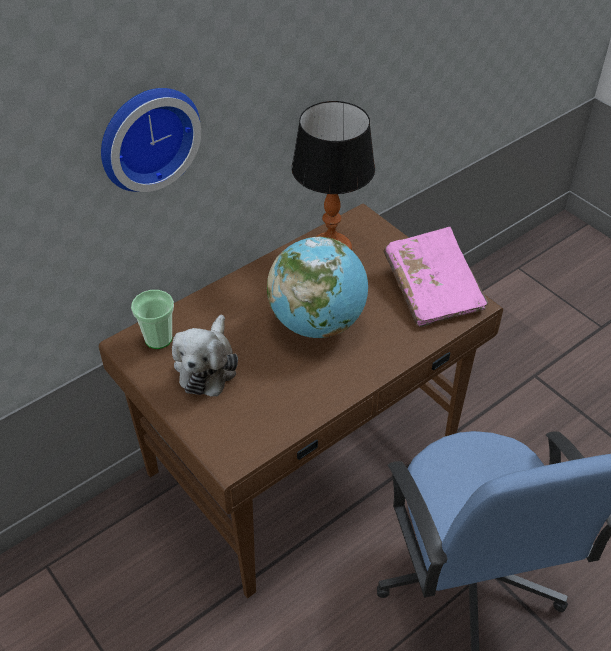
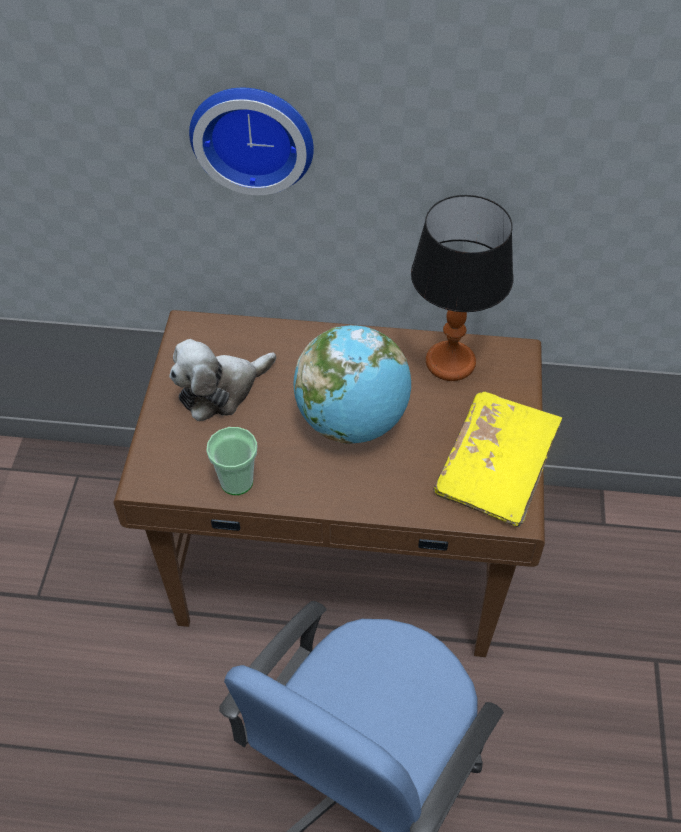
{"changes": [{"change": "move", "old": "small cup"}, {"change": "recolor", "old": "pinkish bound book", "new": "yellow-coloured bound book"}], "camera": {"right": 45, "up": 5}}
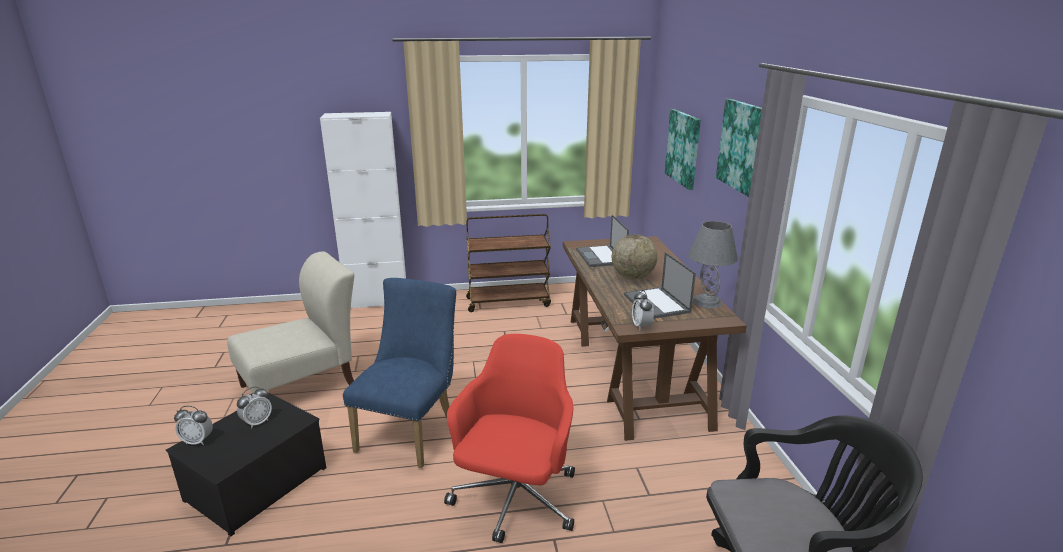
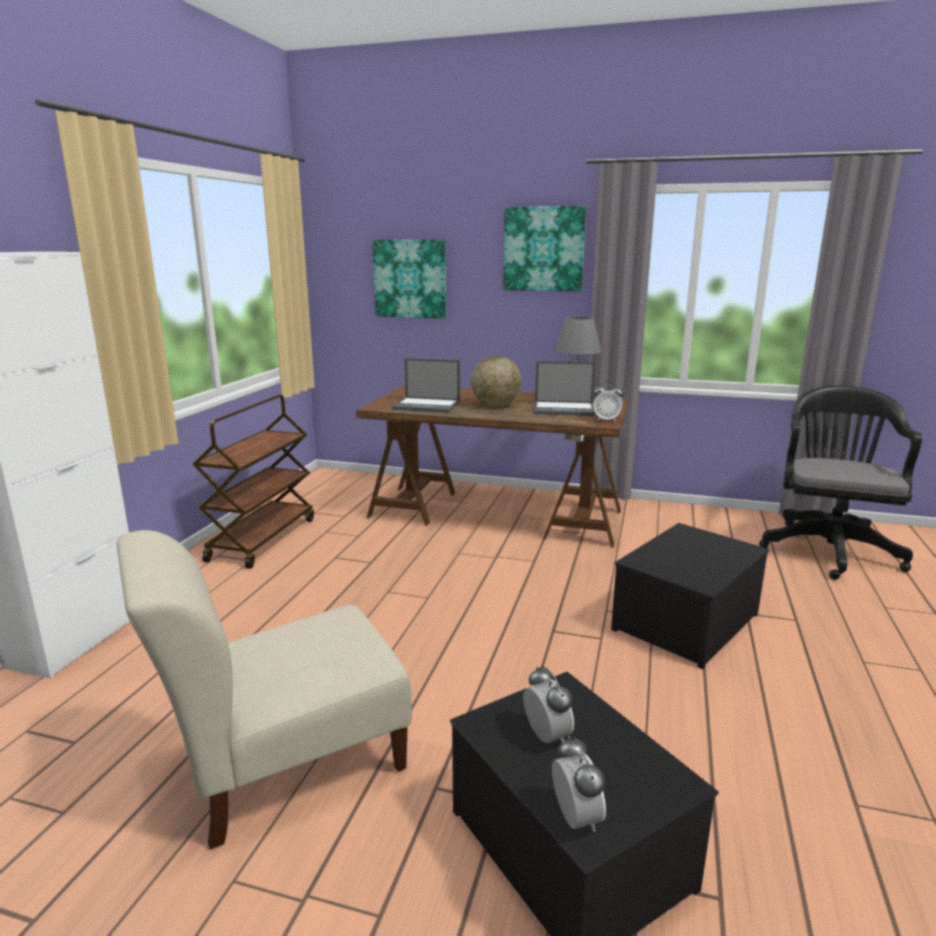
{"changes": [{"change": "rotate", "old": "bedside clock (1st from left in the first image)", "degrees": -45}, {"change": "rotate", "old": "beige-coloured chair", "degrees": -105}, {"change": "delete", "old": "blue chair"}, {"change": "replace", "old": "red desk chair", "new": "storage container (2nd from left)"}], "camera": {"right": -65, "up": -5}}
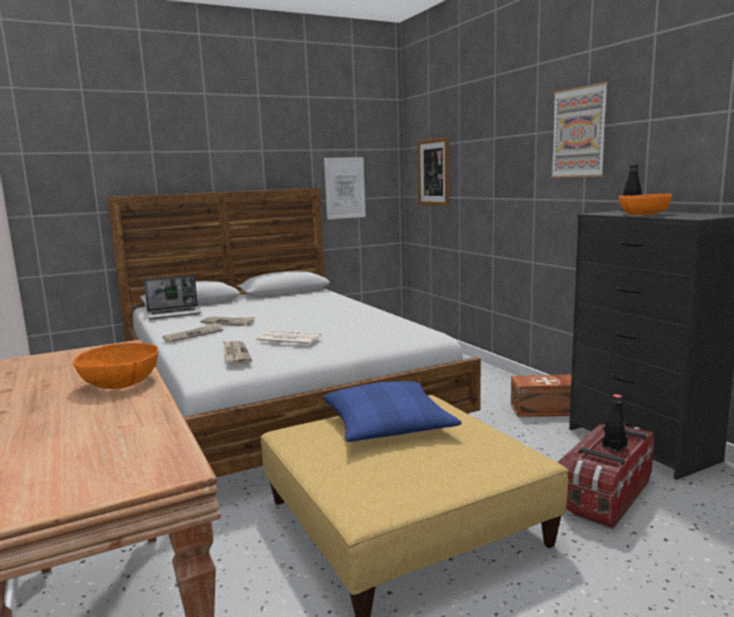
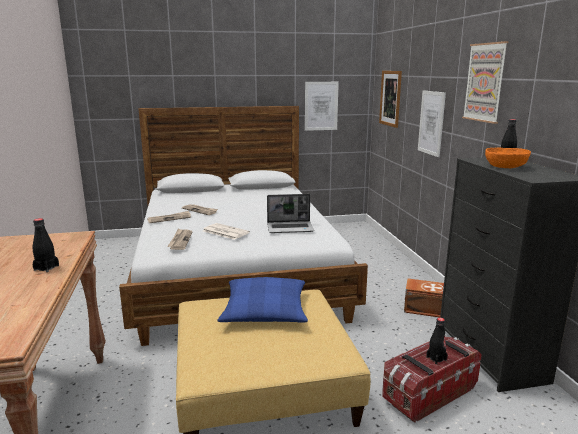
{"changes": [{"change": "replace", "old": "orange-coloured bowl (1st from left)", "new": "blackish bottle (1st from left)"}, {"change": "move", "old": "notebook computer"}, {"change": "insert", "new": "picture (3rd from left)"}], "camera": {"right": 15, "up": 5}}
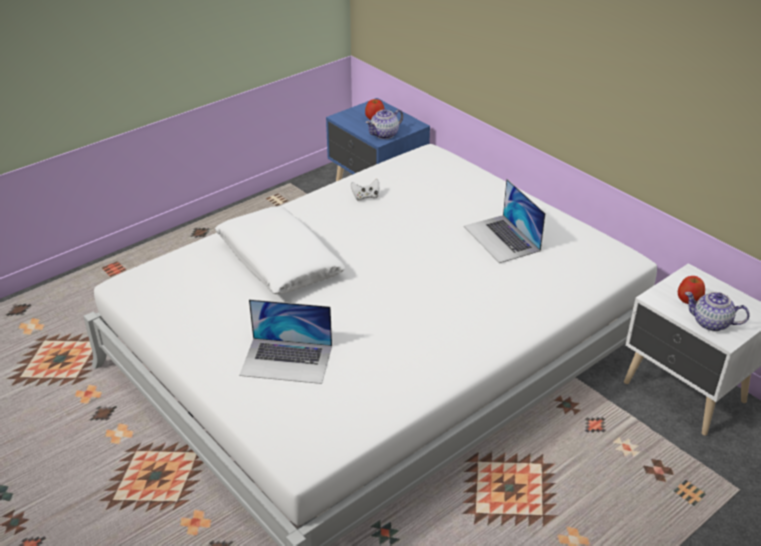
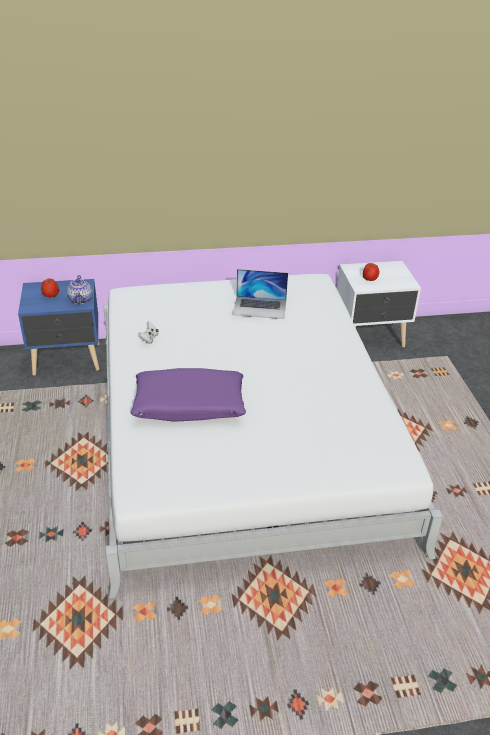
{"changes": [{"change": "recolor", "old": "whitish throw pillow", "new": "purple-coloured throw pillow"}, {"change": "delete", "old": "notebook computer (1st from left)"}, {"change": "delete", "old": "tea pot (2nd from left)"}], "camera": {"right": -60, "up": 0}}
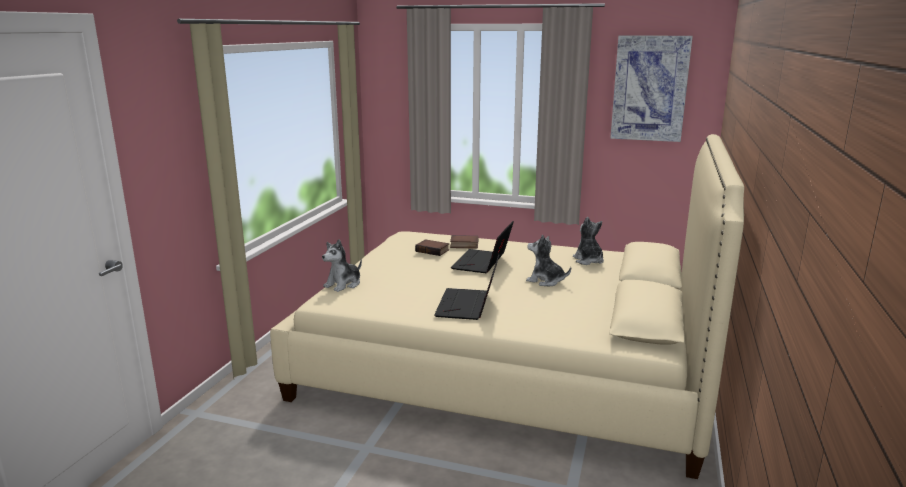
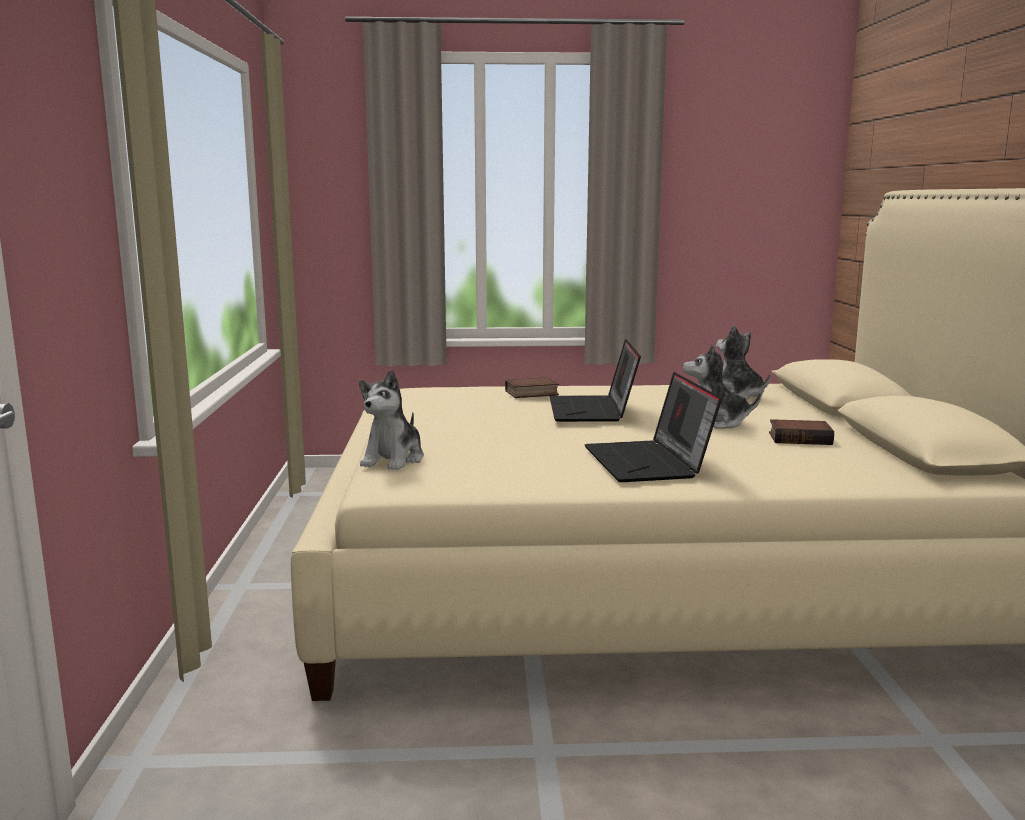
{"changes": [{"change": "move", "old": "bound book (1st from left in the first image)", "new": "bound book (2nd from left)"}, {"change": "delete", "old": "picture"}], "camera": {"right": -20, "up": -5}}
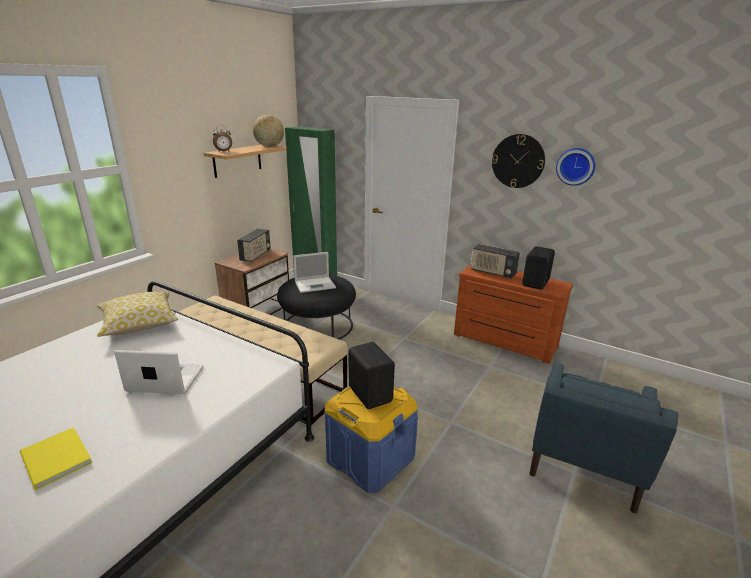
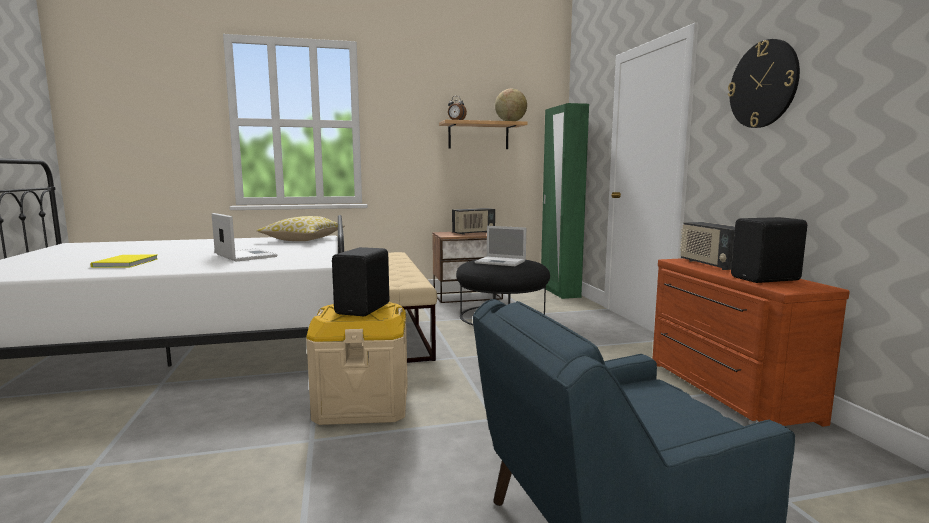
{"changes": [{"change": "recolor", "old": "blue storage container", "new": "beige-coloured storage container"}, {"change": "delete", "old": "hanging clock (2nd from left)"}], "camera": {"right": 45, "up": -15}}
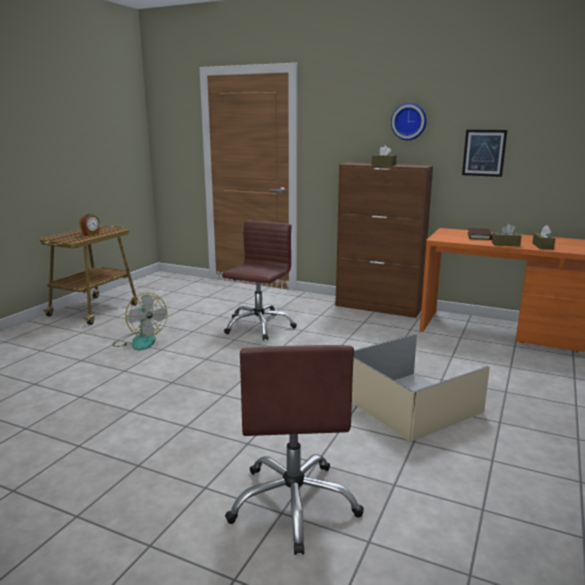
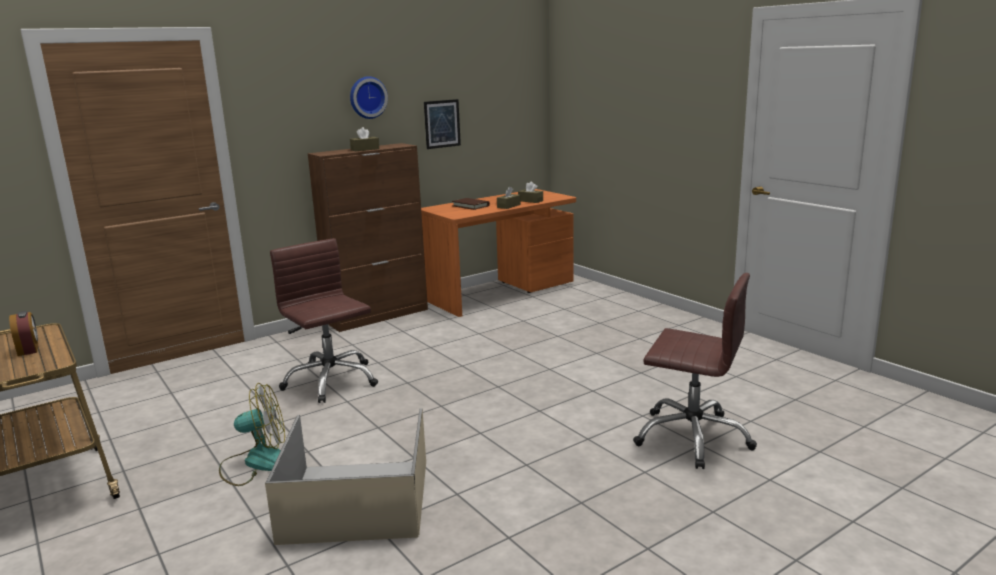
{"changes": [{"change": "move", "old": "beige-coloured storage container"}], "camera": {"right": -60, "up": 0}}
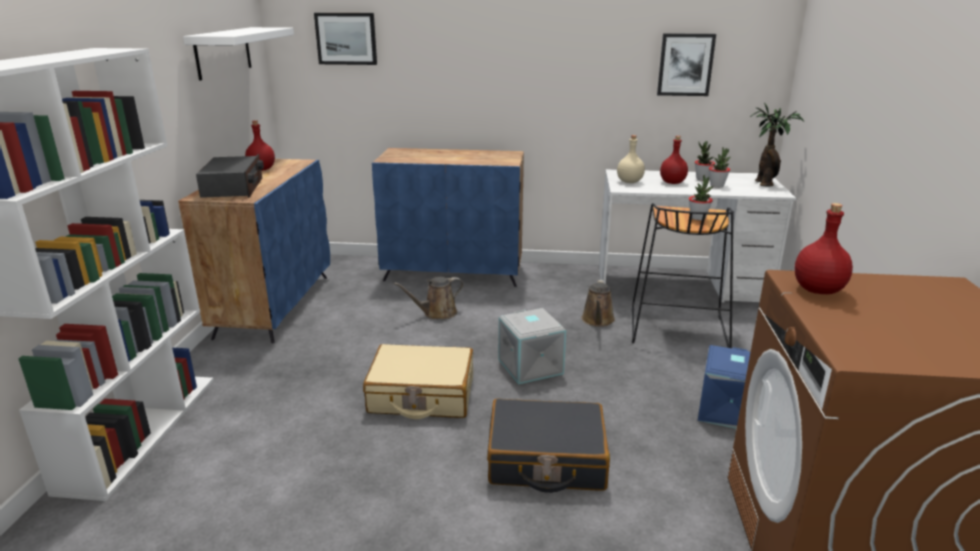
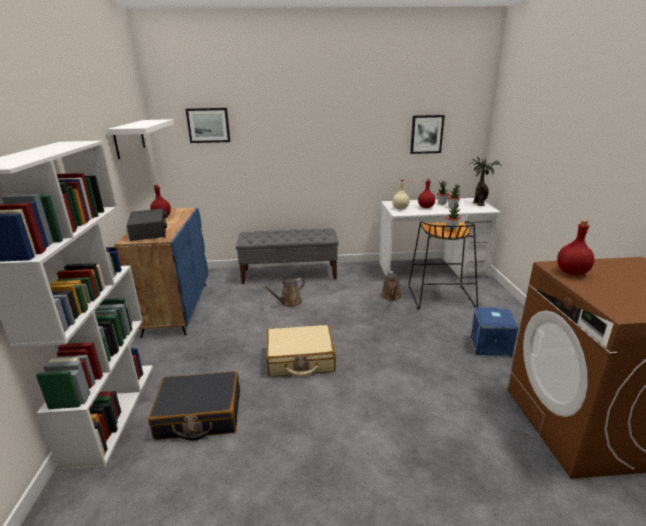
{"changes": [{"change": "replace", "old": "blue cupboard (2nd from left)", "new": "gray long seat"}, {"change": "move", "old": "blackish piece of luggage"}, {"change": "delete", "old": "gray storage container"}], "camera": {"right": -10, "up": 0}}
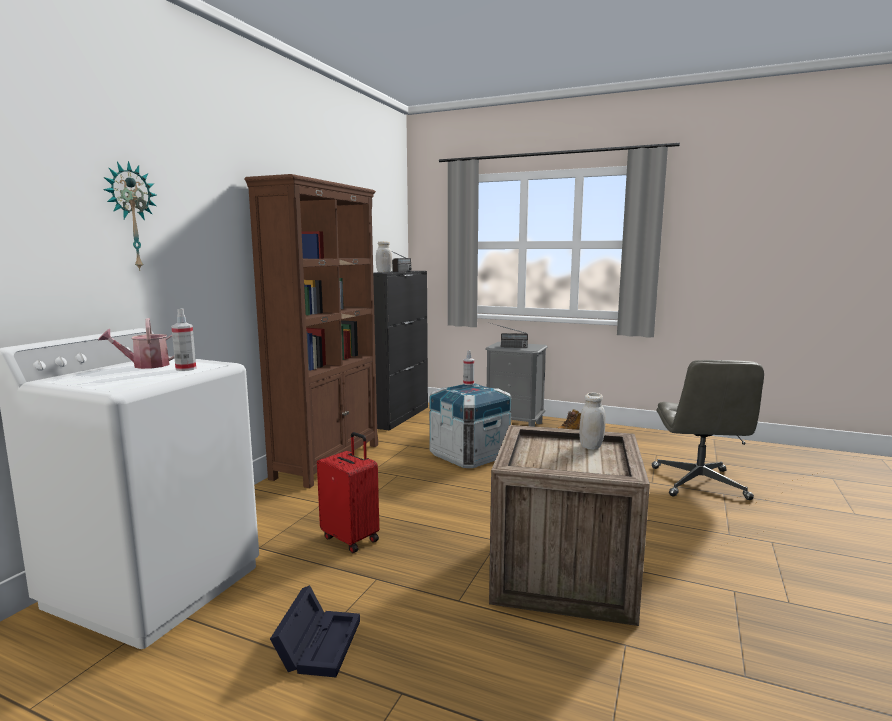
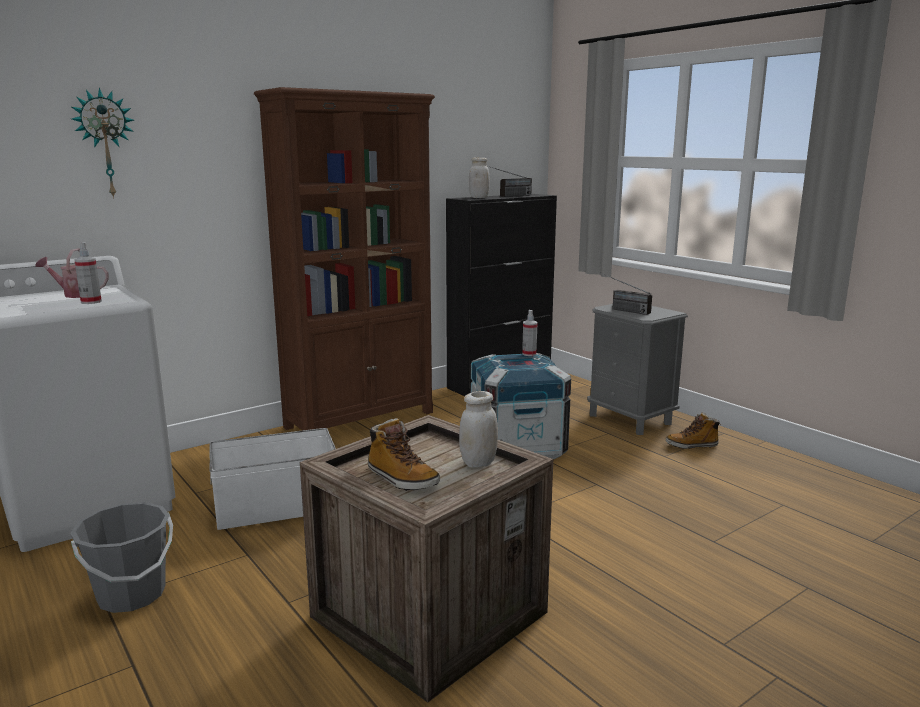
{"changes": [{"change": "replace", "old": "blackish storage container", "new": "gray water bucket"}, {"change": "replace", "old": "red piece of luggage", "new": "whitish storage container"}, {"change": "delete", "old": "gray desk chair"}, {"change": "insert", "new": "boot (1st from left)"}], "camera": {"right": 30, "up": 5}}
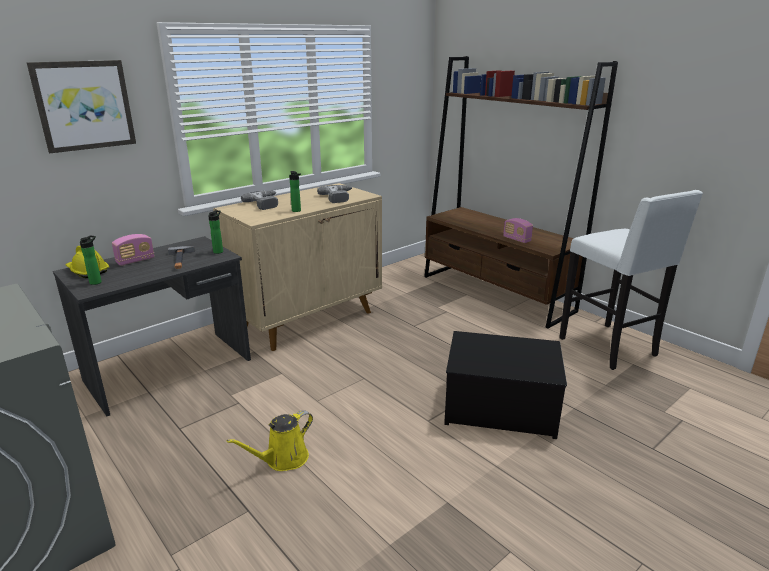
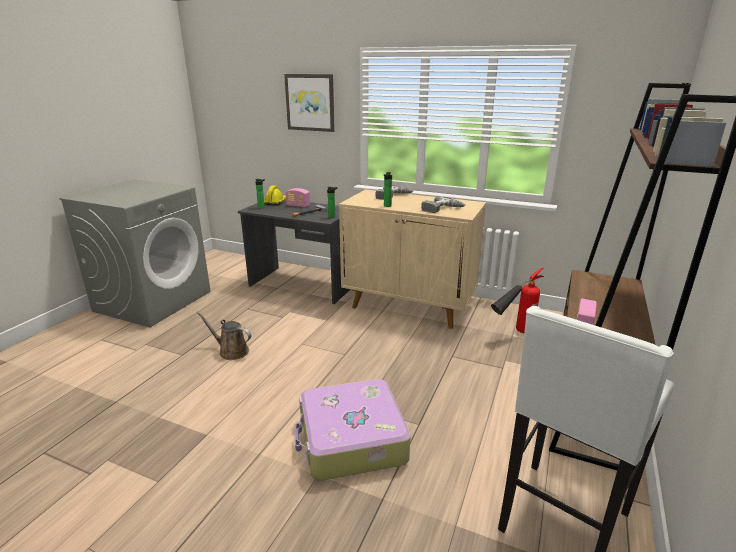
{"changes": [{"change": "recolor", "old": "yellow-coloured watering can", "new": "brownish watering can"}, {"change": "replace", "old": "storage container", "new": "piece of luggage"}, {"change": "insert", "new": "fire-fighting cylinder"}], "camera": {"right": 65, "up": 0}}
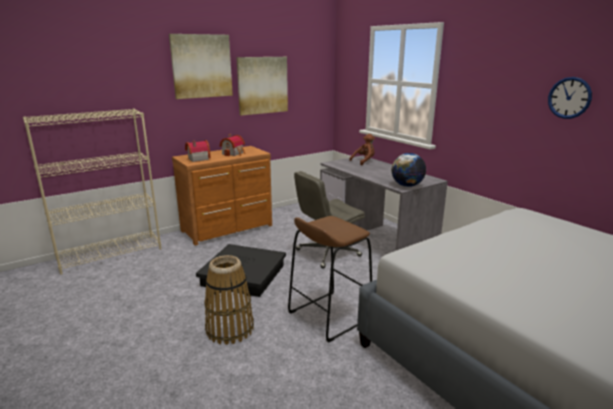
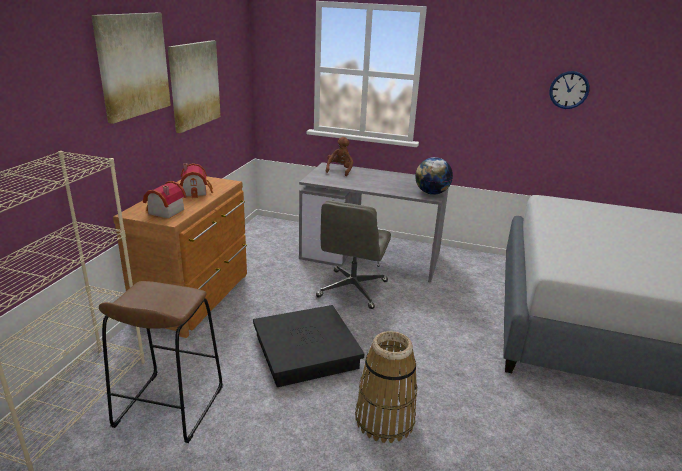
{"changes": [{"change": "move", "old": "brownish sitting stool"}], "camera": {"right": -40, "up": 5}}
